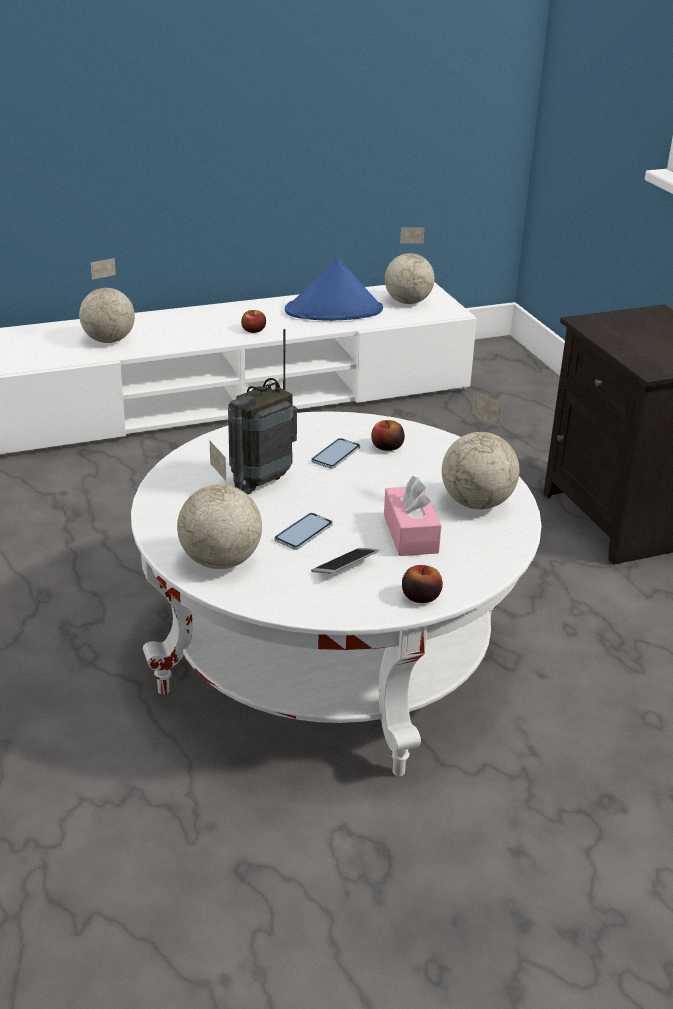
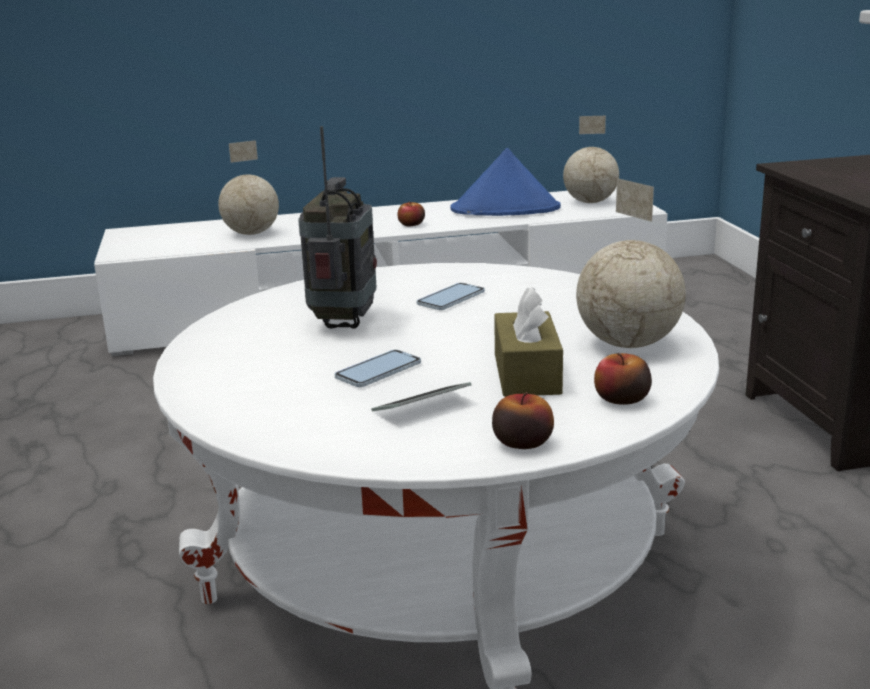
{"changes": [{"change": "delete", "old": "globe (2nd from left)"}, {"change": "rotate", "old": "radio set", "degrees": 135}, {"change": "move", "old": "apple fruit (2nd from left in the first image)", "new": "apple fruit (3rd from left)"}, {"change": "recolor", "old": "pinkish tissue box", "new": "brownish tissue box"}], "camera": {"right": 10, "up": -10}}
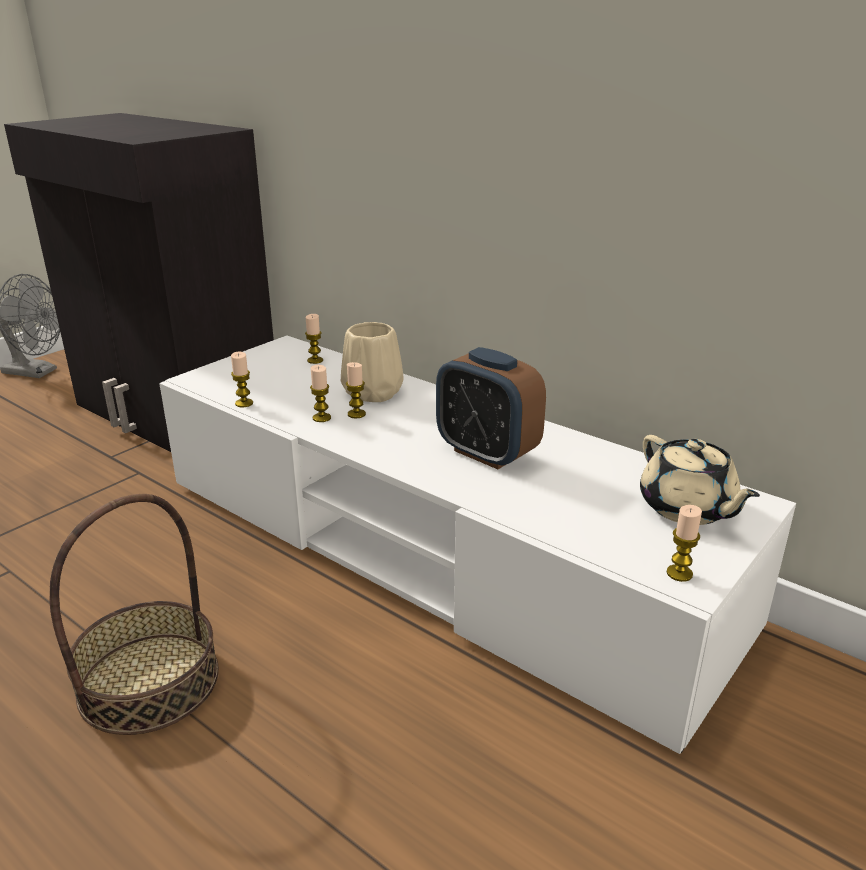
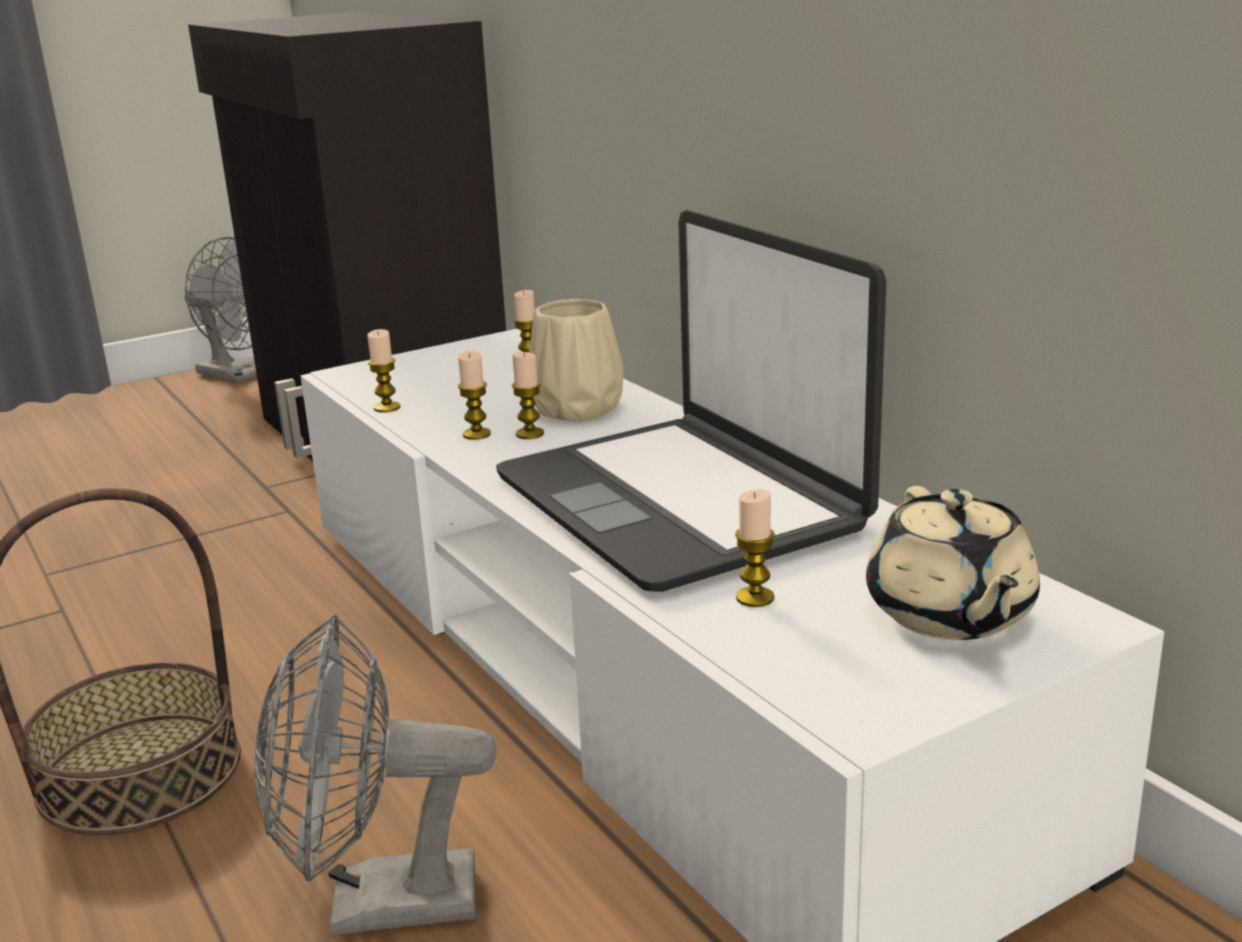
{"changes": [{"change": "replace", "old": "bedside clock", "new": "notebook computer"}, {"change": "move", "old": "wax light (5th from left)"}, {"change": "insert", "new": "gray fan (2nd from left)"}], "camera": {"right": 20, "up": -5}}
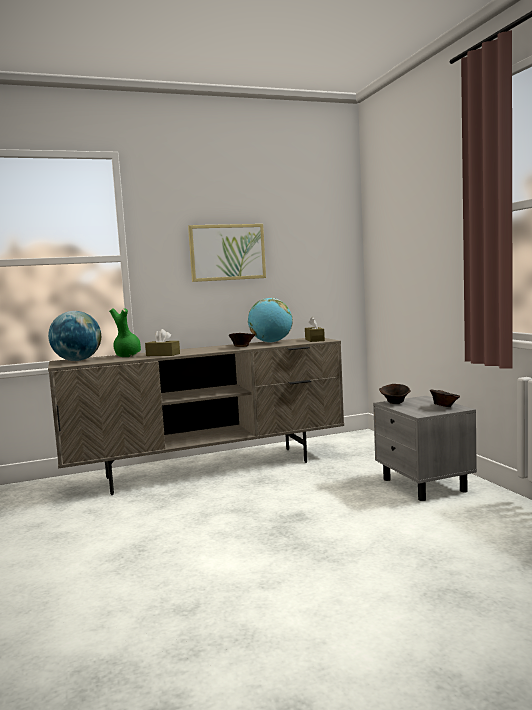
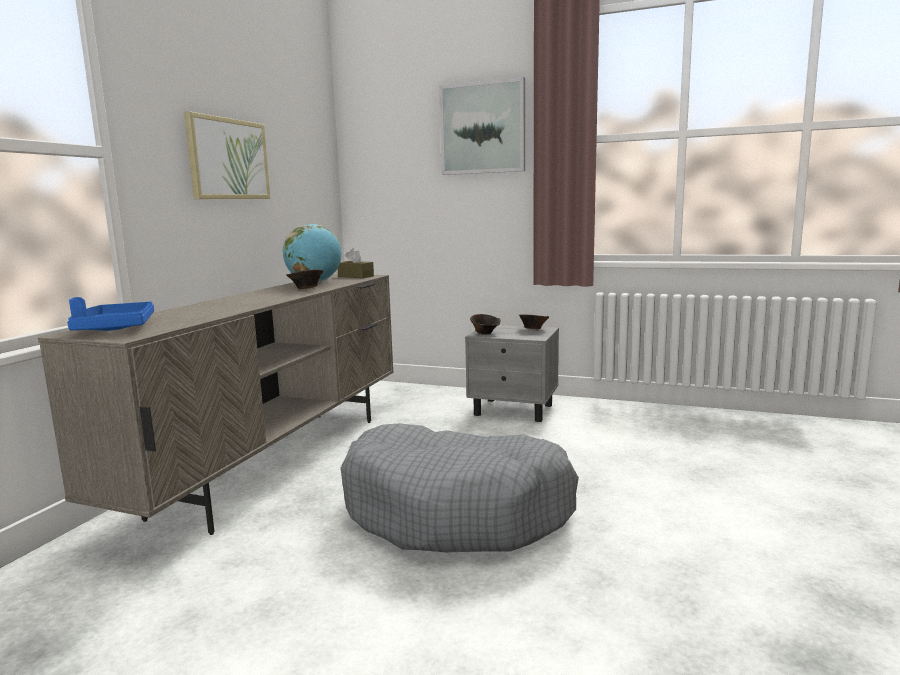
{"changes": [{"change": "replace", "old": "globe (1st from left)", "new": "blue tray"}, {"change": "delete", "old": "green-coloured decorative vase"}, {"change": "delete", "old": "brownish tissue box (1st from left)"}, {"change": "insert", "new": "gray dog bed"}, {"change": "insert", "new": "picture (2nd from left)"}], "camera": {"right": -50, "up": 5}}
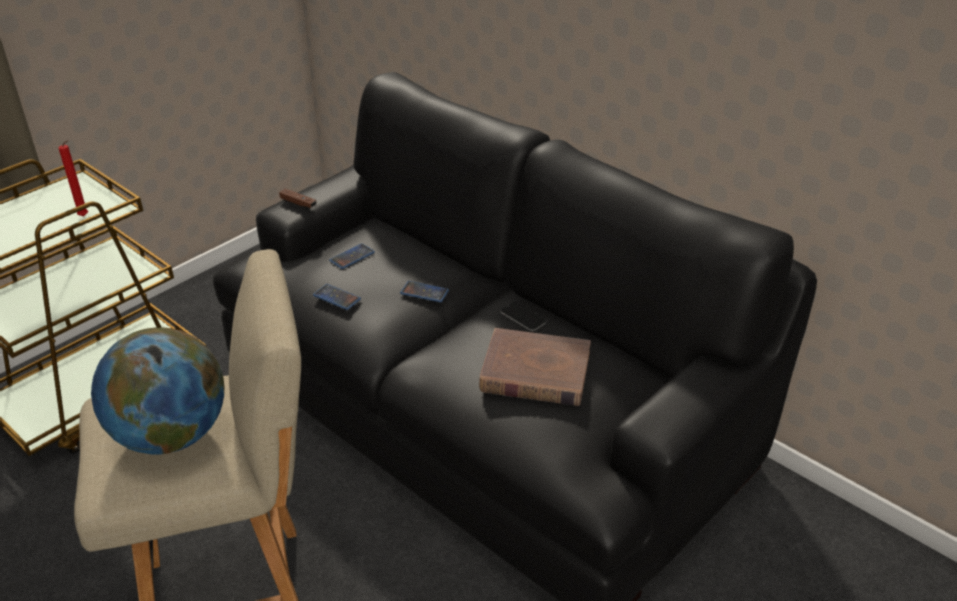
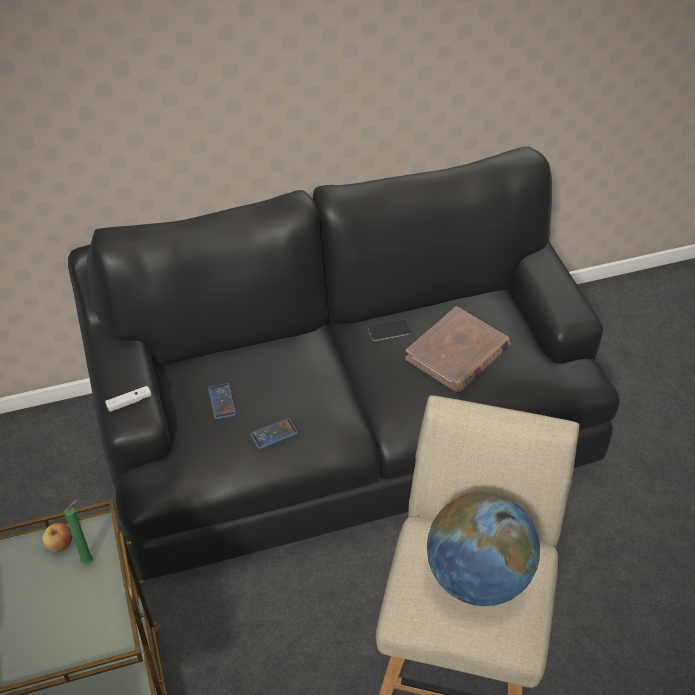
{"changes": [{"change": "recolor", "old": "red wax light", "new": "green-coloured wax light"}, {"change": "recolor", "old": "brownish game controller", "new": "whitish game controller"}, {"change": "delete", "old": "telephone (3rd from left)"}, {"change": "insert", "new": "apple fruit"}], "camera": {"right": -60, "up": 10}}
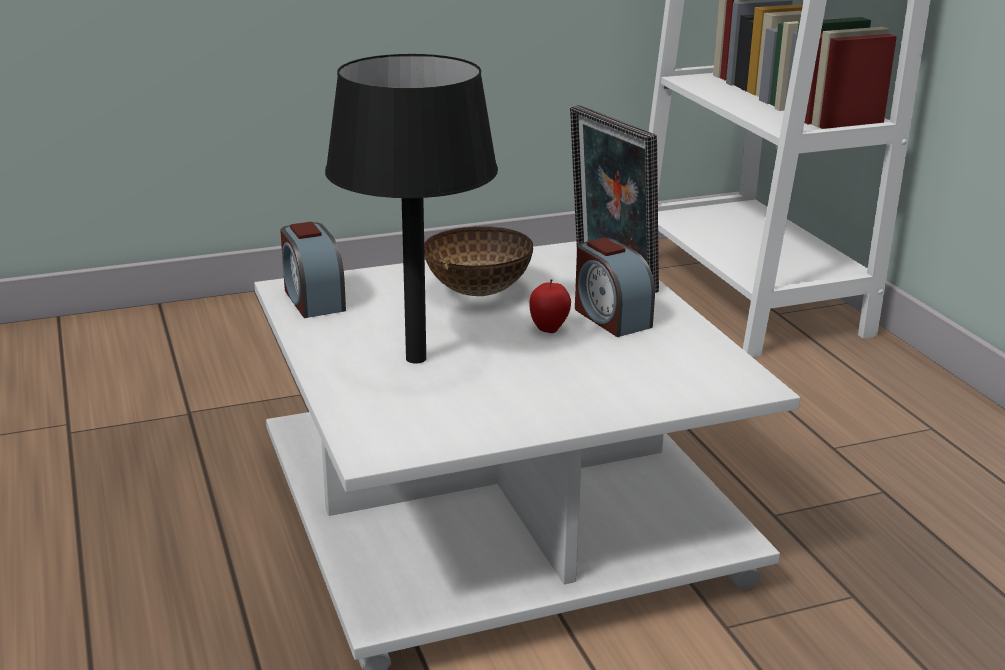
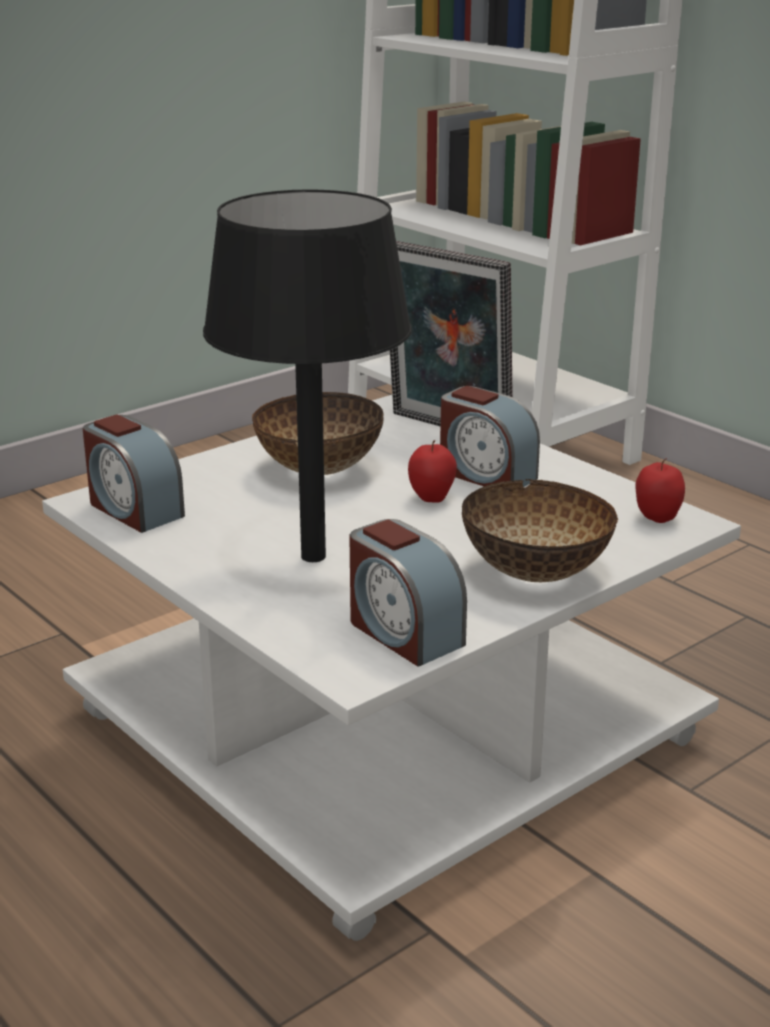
{"changes": [{"change": "insert", "new": "bedside clock (2nd from left)"}, {"change": "insert", "new": "bowl (2nd from left)"}, {"change": "insert", "new": "apple fruit (2nd from left)"}], "camera": {"right": -20, "up": 0}}
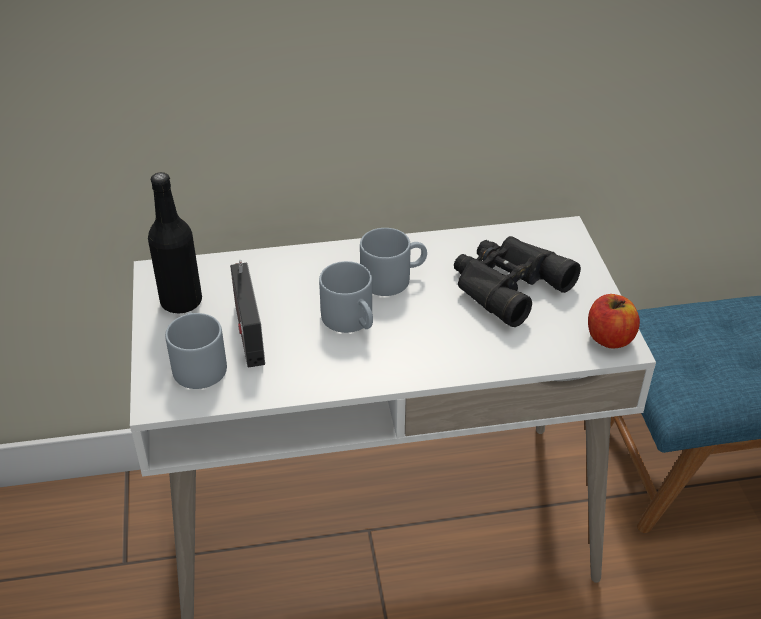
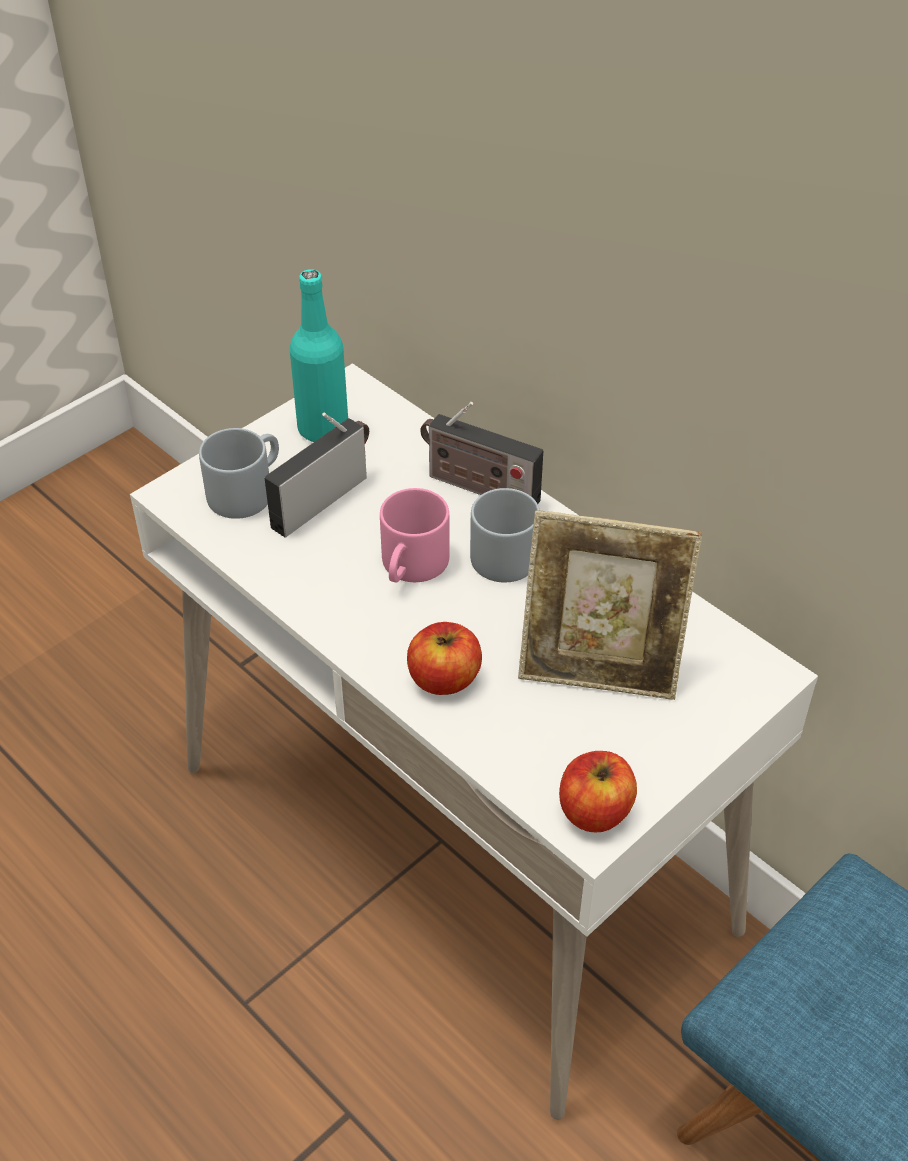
{"changes": [{"change": "recolor", "old": "blackish bottle", "new": "turquoise-coloured bottle"}, {"change": "recolor", "old": "gray coffee mug (2nd from left)", "new": "pinkish coffee mug"}, {"change": "replace", "old": "blackish binoculars", "new": "picture frame"}, {"change": "insert", "new": "apple fruit (1st from left)"}, {"change": "insert", "new": "radio set (2nd from left)"}], "camera": {"right": 55, "up": 5}}
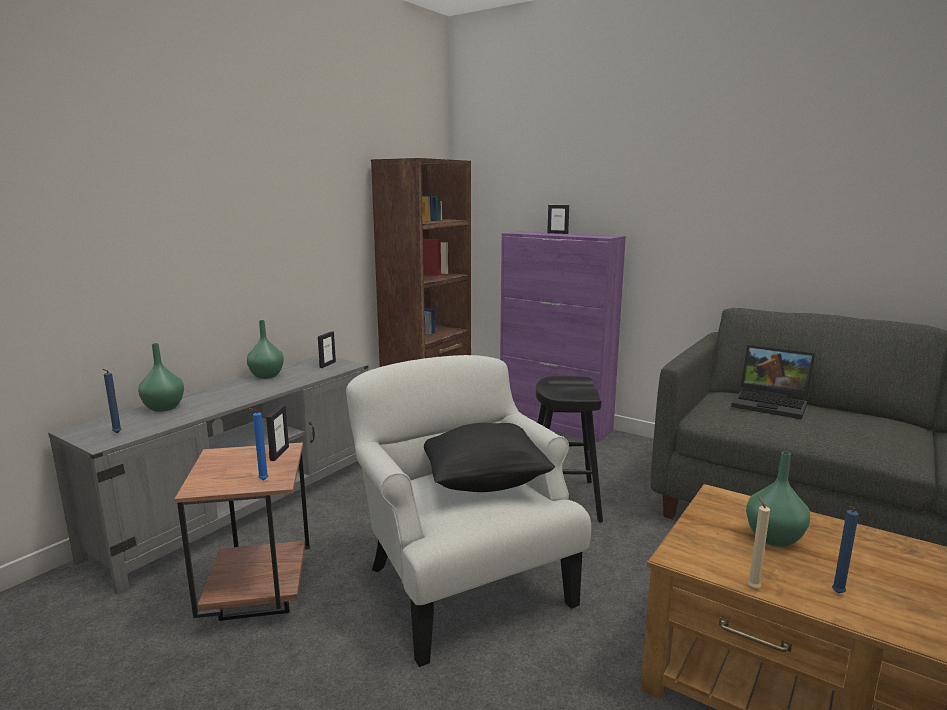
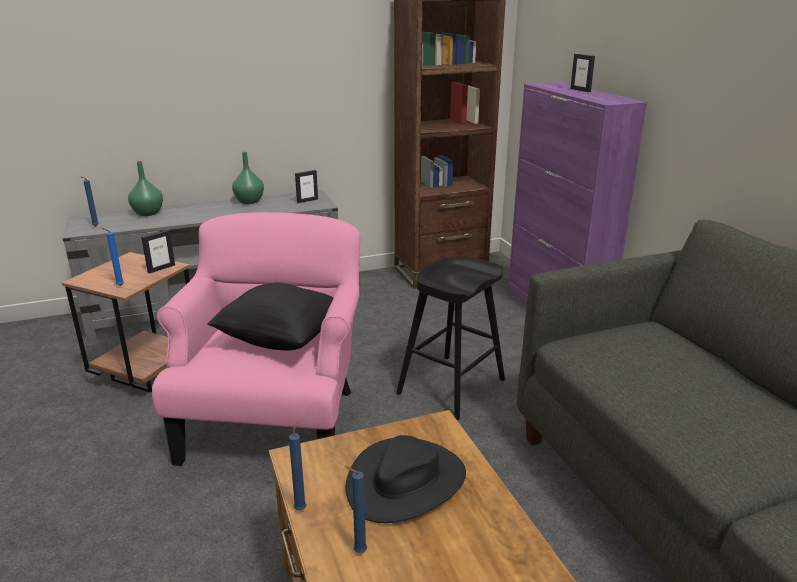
{"changes": [{"change": "recolor", "old": "whitish easy chair", "new": "pinkish easy chair"}, {"change": "delete", "old": "notebook computer"}, {"change": "replace", "old": "green-coloured decorative vase (3rd from left)", "new": "blackish wearable hat"}, {"change": "recolor", "old": "beige-coloured wax light", "new": "blue wax light (3rd from left)"}], "camera": {"right": 35, "up": 10}}
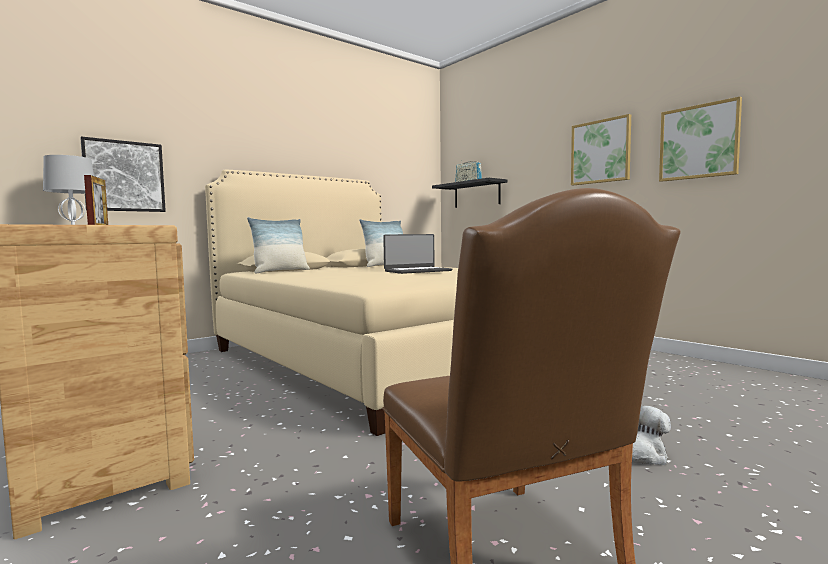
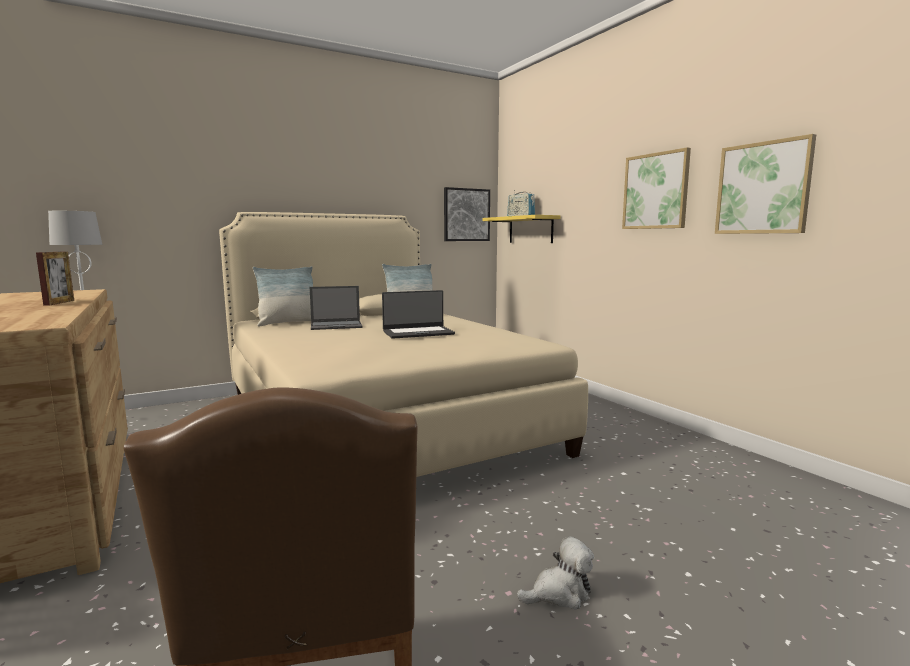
{"changes": [{"change": "move", "old": "picture (1st from left)"}, {"change": "recolor", "old": "blackish wall shelf", "new": "yellow-coloured wall shelf"}, {"change": "insert", "new": "notebook computer (1st from left)"}], "camera": {"right": 10, "up": 5}}
